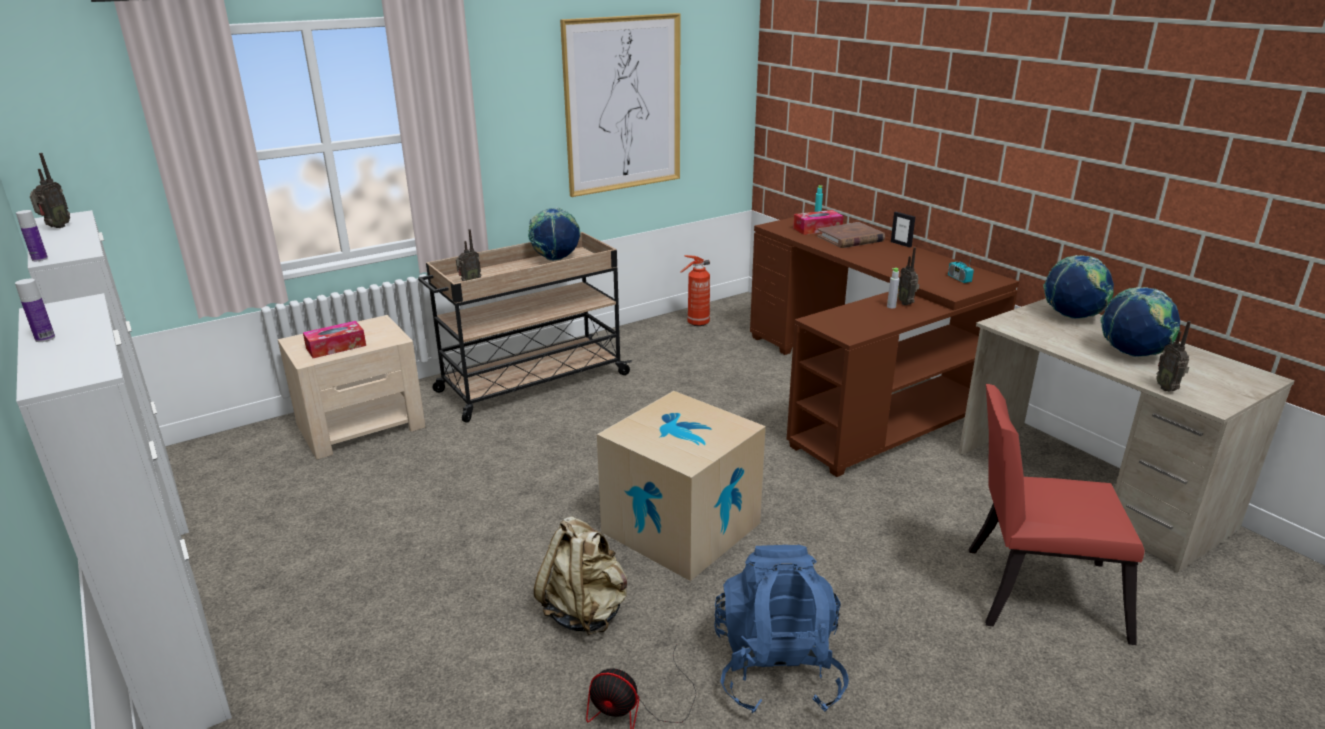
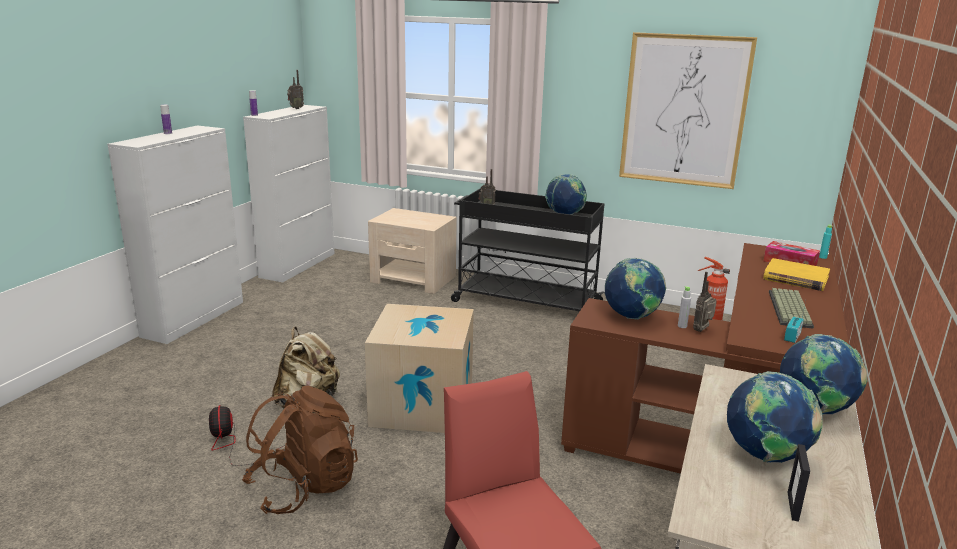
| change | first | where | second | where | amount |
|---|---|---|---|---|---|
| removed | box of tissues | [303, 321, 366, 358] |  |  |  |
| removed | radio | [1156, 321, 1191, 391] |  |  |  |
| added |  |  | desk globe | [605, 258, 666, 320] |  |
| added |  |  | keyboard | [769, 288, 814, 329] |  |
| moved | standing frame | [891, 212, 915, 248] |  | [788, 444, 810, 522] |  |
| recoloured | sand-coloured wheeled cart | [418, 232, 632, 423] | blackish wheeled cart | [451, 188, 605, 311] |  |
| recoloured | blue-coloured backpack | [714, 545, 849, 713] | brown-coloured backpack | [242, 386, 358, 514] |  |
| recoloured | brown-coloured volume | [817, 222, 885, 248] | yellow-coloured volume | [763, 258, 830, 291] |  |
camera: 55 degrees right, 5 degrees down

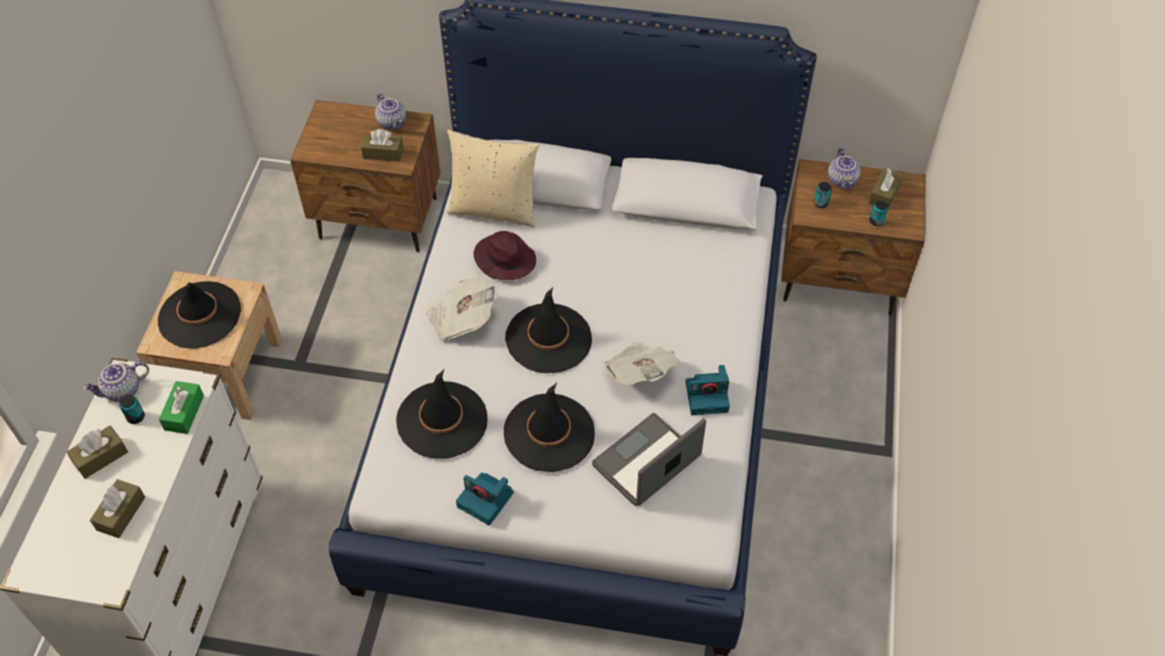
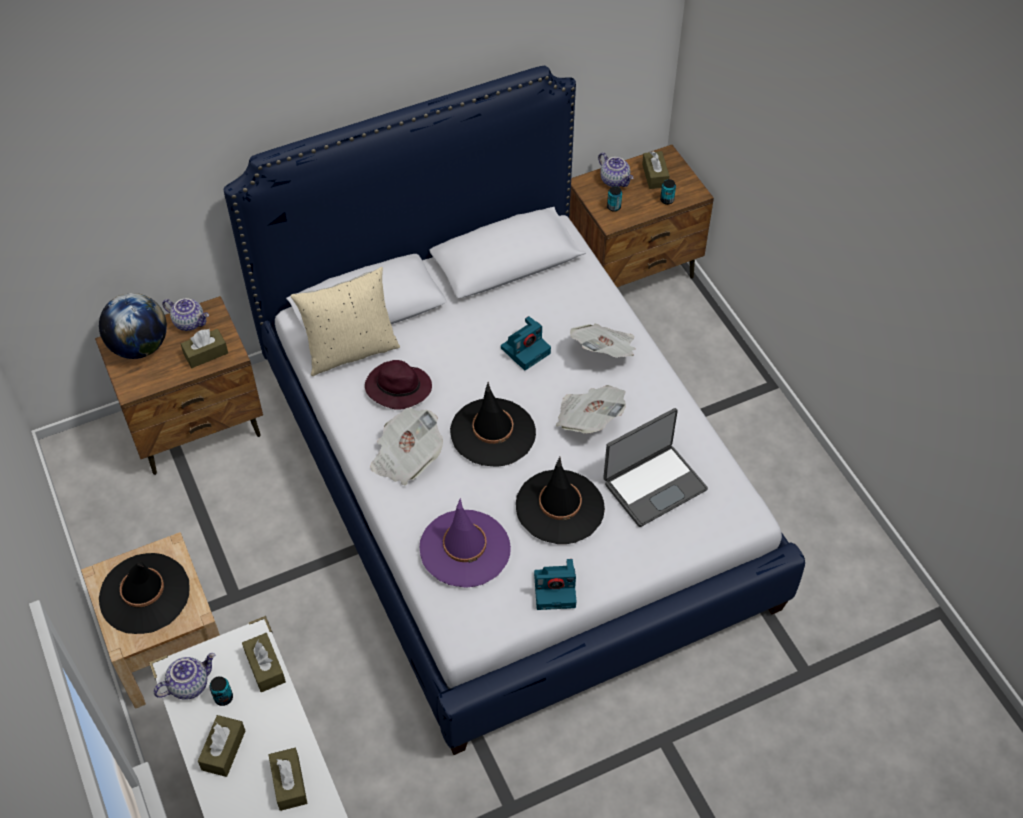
| change | first | where | second | where | amount |
|---|---|---|---|---|---|
| added |  |  | desk globe | [99, 293, 167, 359] |  |
| added |  |  | printed paper | [570, 323, 635, 358] |  |
| moved | photo camera | [686, 365, 730, 415] |  | [501, 316, 551, 370] |  |
| recoloured | green box of tissues | [159, 381, 204, 434] | brown-coloured box of tissues | [242, 633, 286, 692] |  |
| recoloured | blackish clothing hat | [396, 370, 488, 459] | purplish clothing hat | [420, 498, 511, 588] |  |
| turned | pot for tea | [82, 362, 149, 402] |  | [154, 653, 215, 700] | 150 degrees counterclockwise |
| turned | notebook computer | [592, 413, 706, 506] |  | [603, 408, 708, 527] | 135 degrees counterclockwise |
camera: 35 degrees left, 0 degrees up

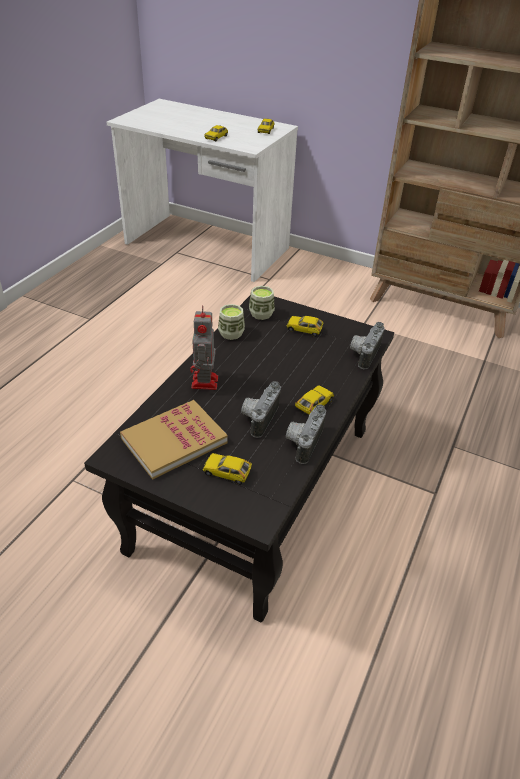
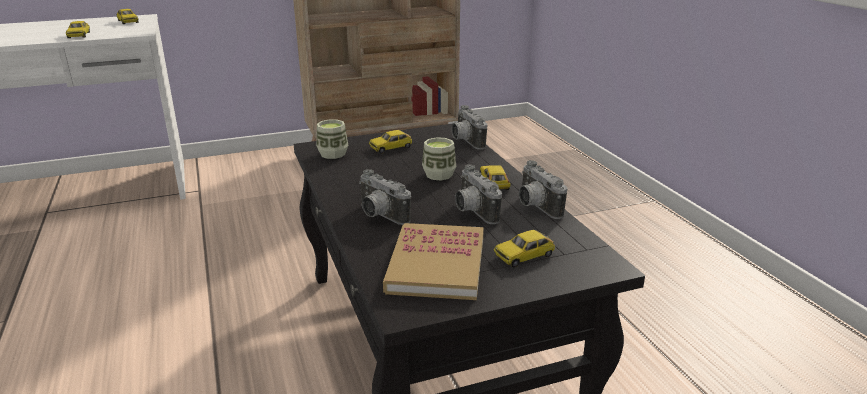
| change | first | where | second | where | amount |
|---|---|---|---|---|---|
| moved | drinking cup | [218, 304, 245, 340] |  | [422, 137, 456, 180] |  |
| replaced | toy robot | [190, 305, 218, 390] | photo camera | [359, 169, 411, 225] |  |
camera: 45 degrees left, 15 degrees down

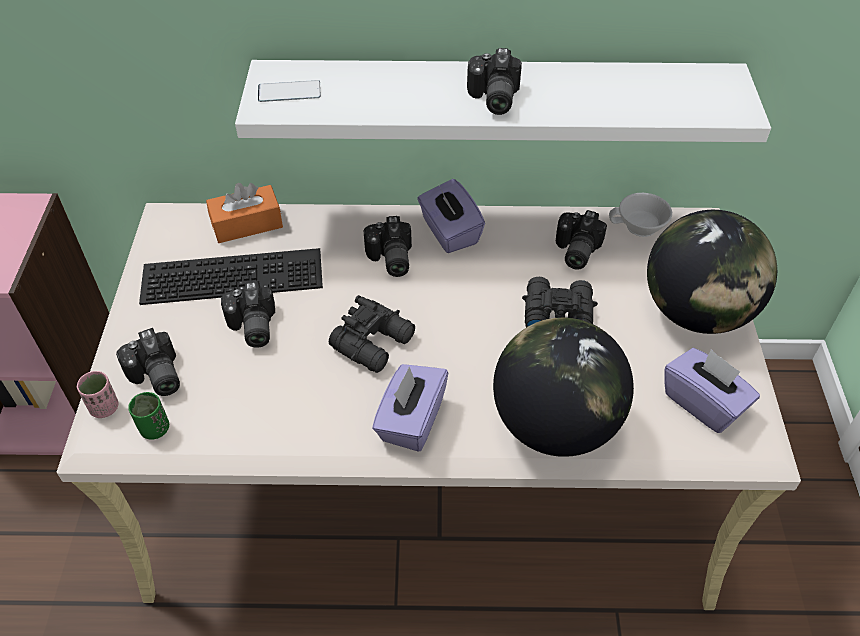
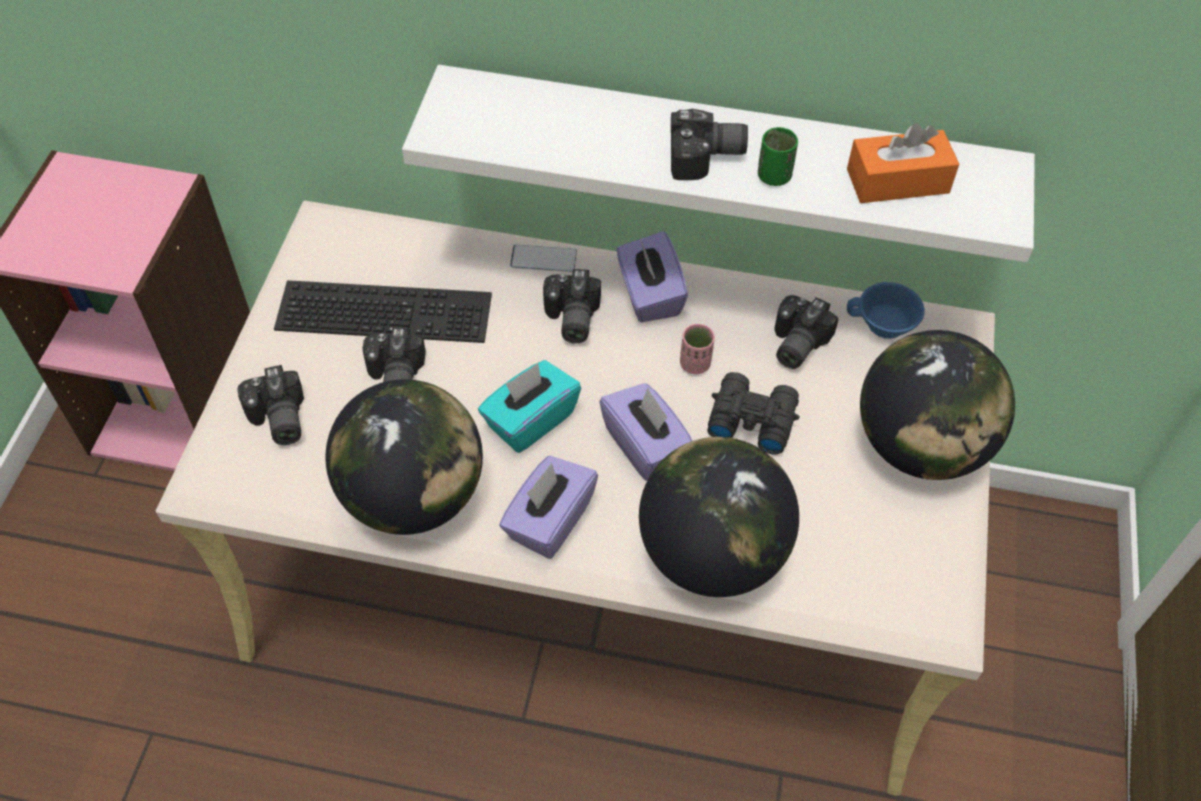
| change | first | where | second | where | amount |
|---|---|---|---|---|---|
| added |  |  | desk globe | [326, 379, 483, 535] |  |
| moved | pink drinking cup | [76, 371, 119, 418] |  | [680, 324, 715, 374] |  |
| moved | green drinking cup | [128, 392, 169, 440] |  | [758, 127, 798, 186] |  |
| moved | orange-coloured box of tissues | [206, 183, 283, 243] |  | [847, 123, 959, 203] |  |
| moved | telephone | [258, 80, 321, 102] |  | [510, 245, 577, 272] |  |
| moved | purplish box of tissues | [664, 348, 760, 433] |  | [599, 383, 693, 481] |  |
| replaced | blackish binoculars | [329, 295, 415, 373] | turquoise box of tissues | [478, 360, 581, 453] |  |
| recoloured | white-coloured drinking cup | [609, 193, 672, 237] | blue-coloured drinking cup | [847, 282, 924, 339] |  |
| turned | photo camera | [467, 48, 522, 115] |  | [671, 109, 748, 180] | 105 degrees counterclockwise |
camera: 10 degrees right, 5 degrees up

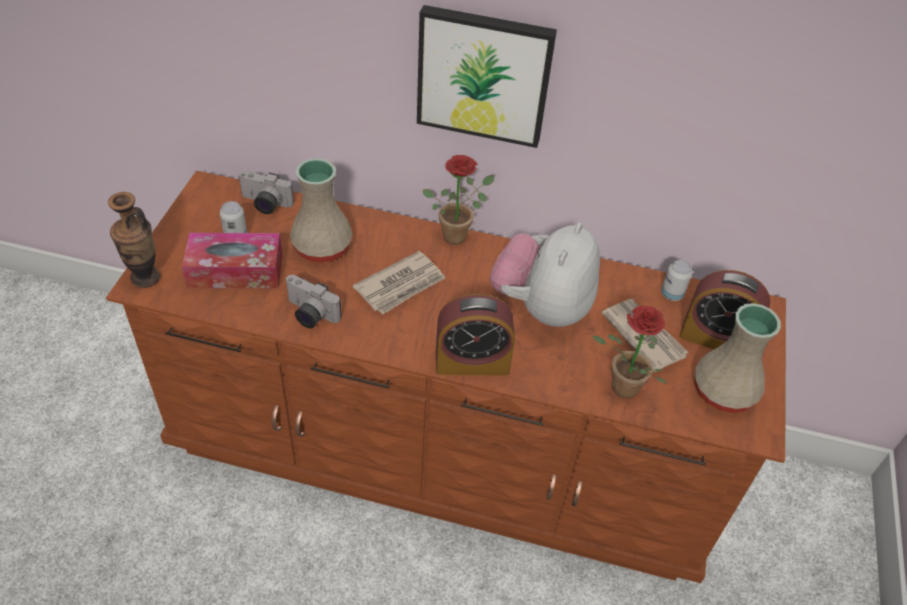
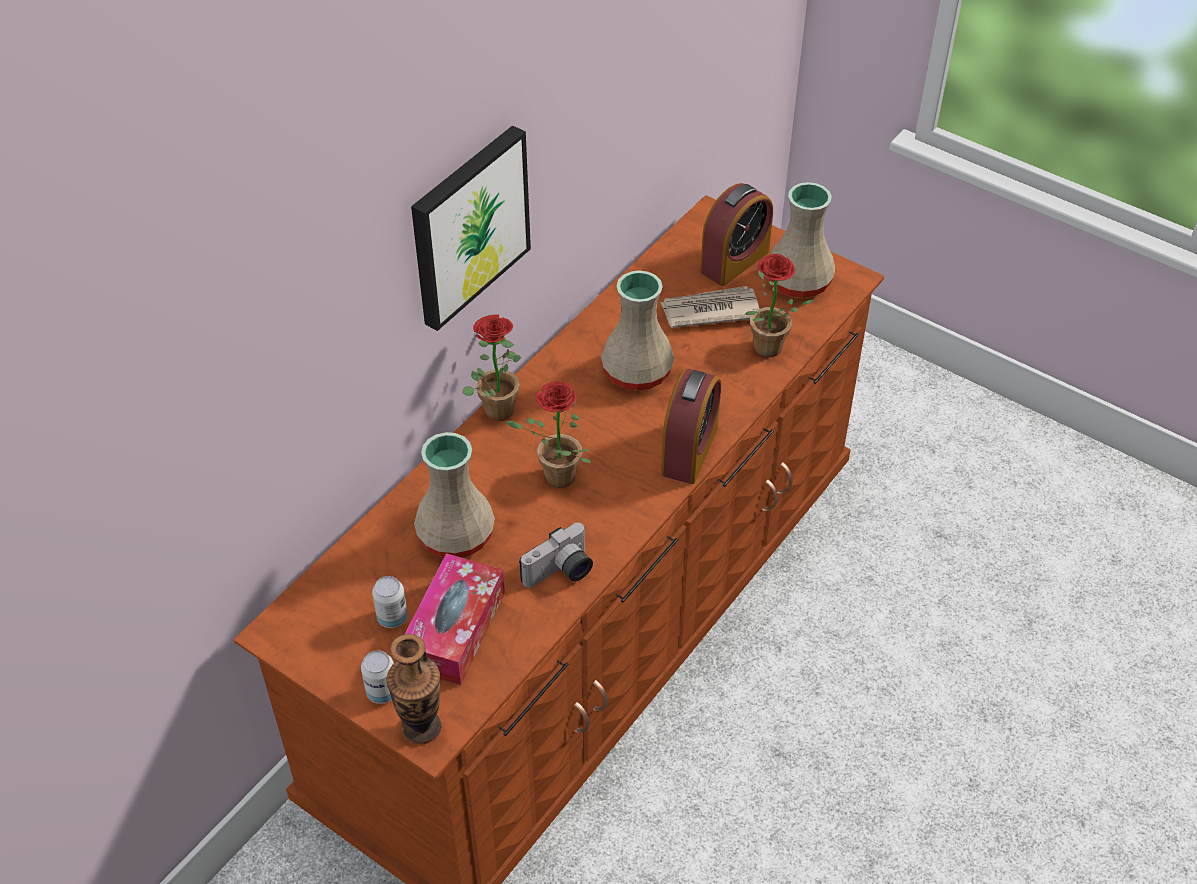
| change | first | where | second | where | amount |
|---|---|---|---|---|---|
| removed | photo camera | [237, 171, 294, 214] |  |  |  |
| moved | metal can | [661, 260, 692, 301] |  | [361, 650, 394, 704] |  |
| replaced | printed paper | [353, 251, 445, 314] | plant in a pot | [506, 381, 591, 488] |  |
| replaced | soft toy | [490, 222, 600, 327] | sand-coloured decorative vase | [601, 270, 674, 391] |  |
camera: 65 degrees left, 0 degrees up

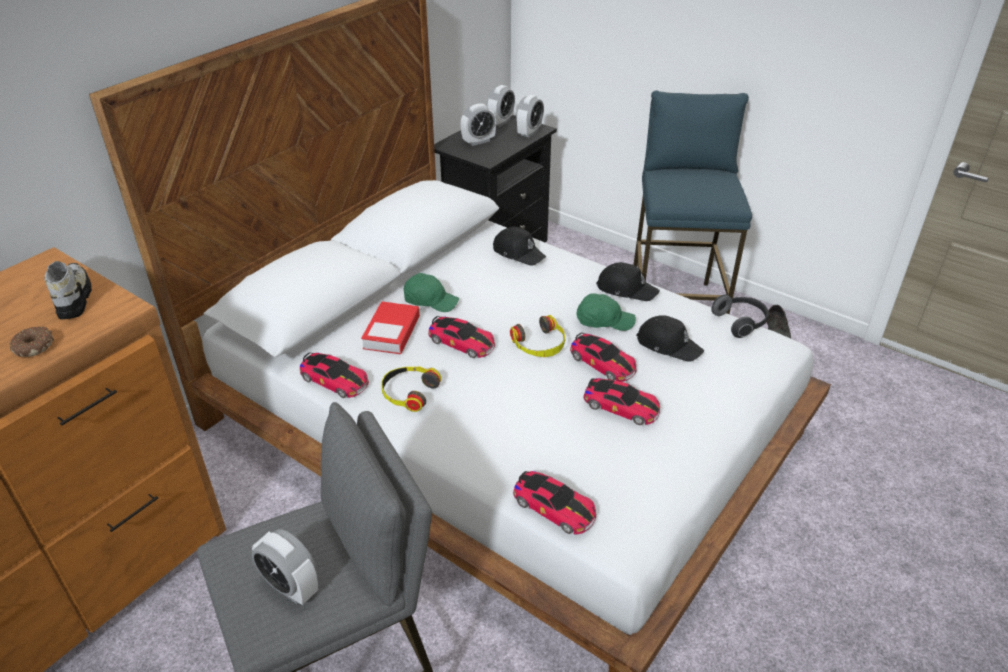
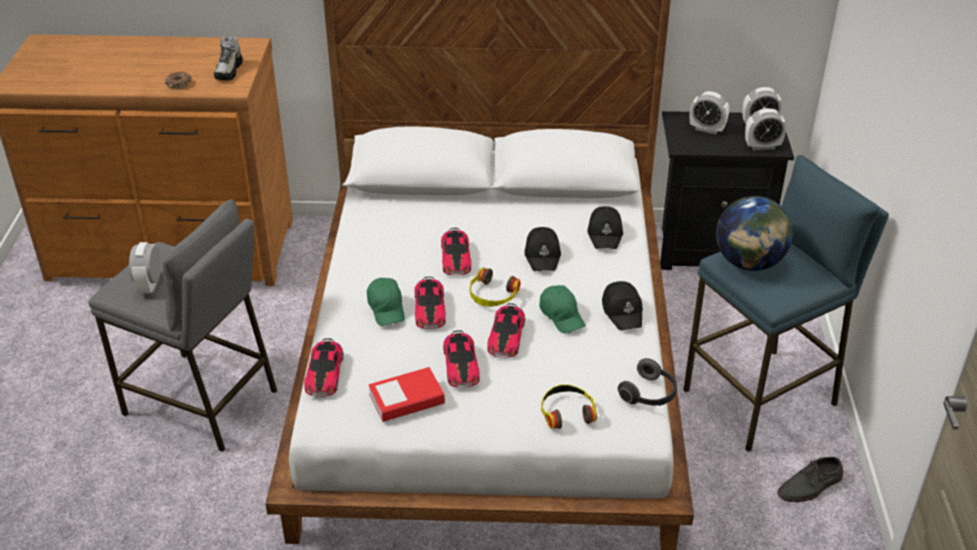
| change | first | where | second | where | amount |
|---|---|---|---|---|---|
| added |  |  | desk globe | [716, 196, 793, 271] |  |
| moved | miniature car | [300, 353, 369, 398] |  | [414, 277, 446, 329] |  |
| moved | volume | [361, 301, 420, 354] |  | [368, 367, 445, 422] |  |
| moved | pair of headphones | [381, 367, 441, 412] |  | [541, 384, 597, 429] |  |
| moved | green cap | [403, 273, 459, 312] |  | [367, 278, 405, 326] |  |
| moved | blackish cap | [636, 315, 704, 362] |  | [525, 227, 561, 271] |  |
| turned | shoe | [44, 261, 92, 319] |  | [214, 36, 243, 81] | 150 degrees clockwise |
camera: 55 degrees right, 0 degrees up

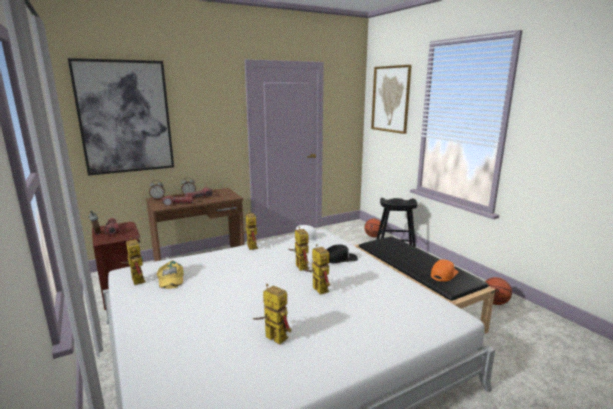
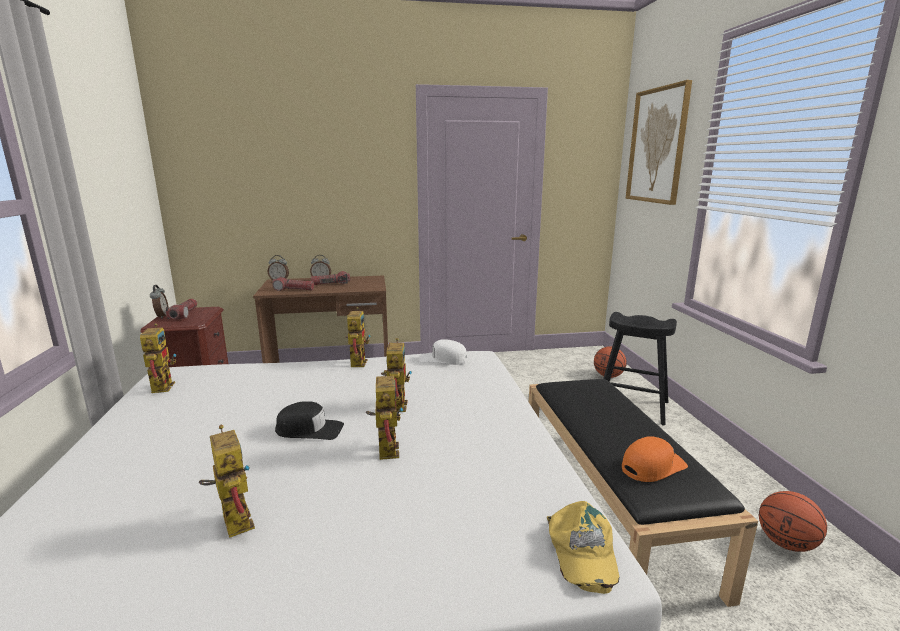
| change | first | where | second | where | amount |
|---|---|---|---|---|---|
| removed | picture | [68, 58, 174, 176] |  |  |  |
| moved | yellow-coloured cap | [156, 260, 184, 289] |  | [547, 501, 620, 594] |  |
| moved | blackish cap | [327, 244, 358, 263] |  | [275, 401, 344, 440] |  |
camera: 20 degrees right, 0 degrees up

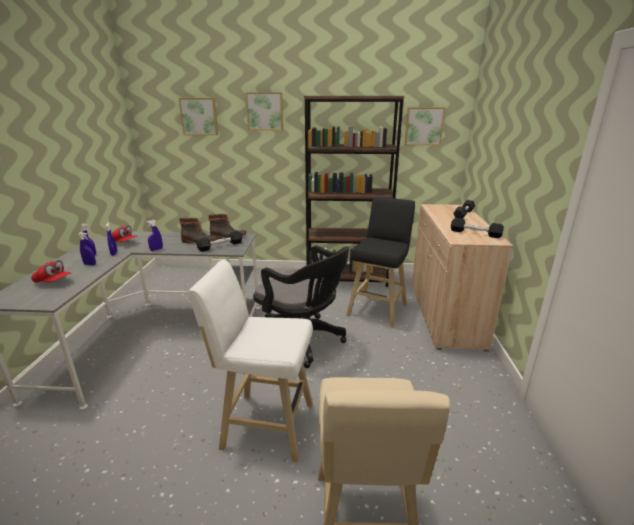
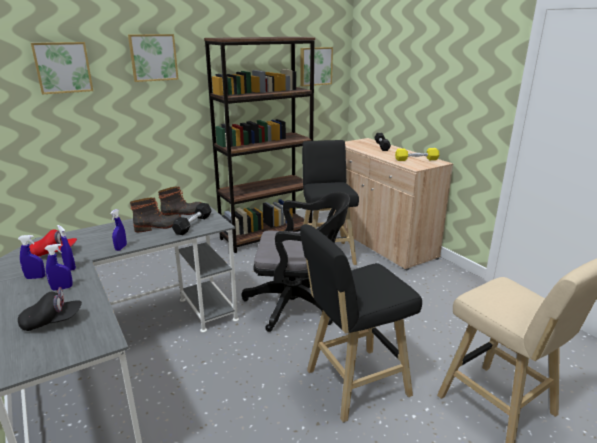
| change | first | where | second | where | amount |
|---|---|---|---|---|---|
| recoloured | red-coloured cap | [31, 260, 71, 283] | blackish cap | [18, 287, 82, 331] |  |
| recoloured | white-coloured stool seat | [188, 260, 313, 463] | blackish stool seat | [300, 224, 422, 423] |  |
| recoloured | blackish hand weight | [451, 218, 504, 238] | yellow-coloured hand weight | [395, 148, 439, 161] |  |
camera: 35 degrees left, 0 degrees up

